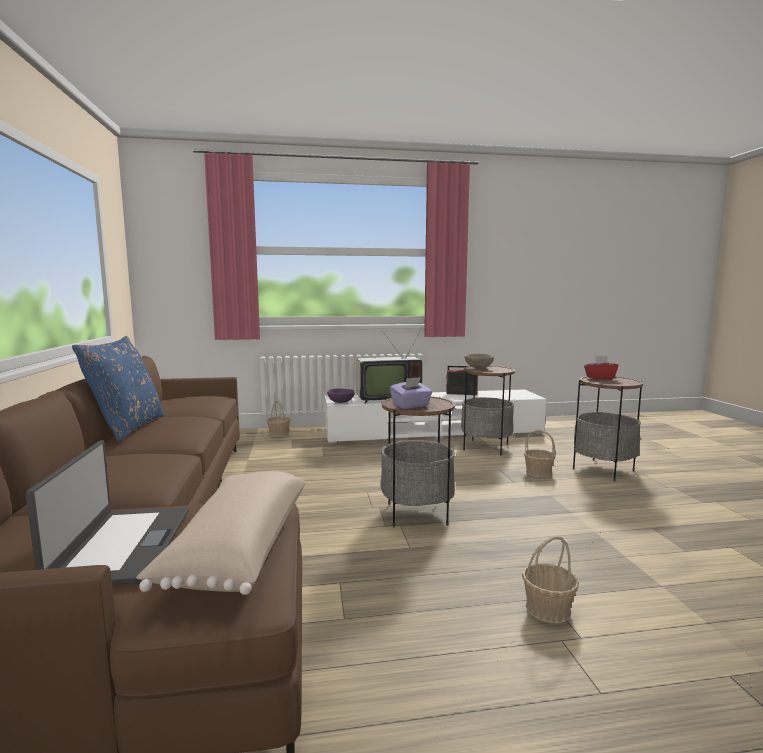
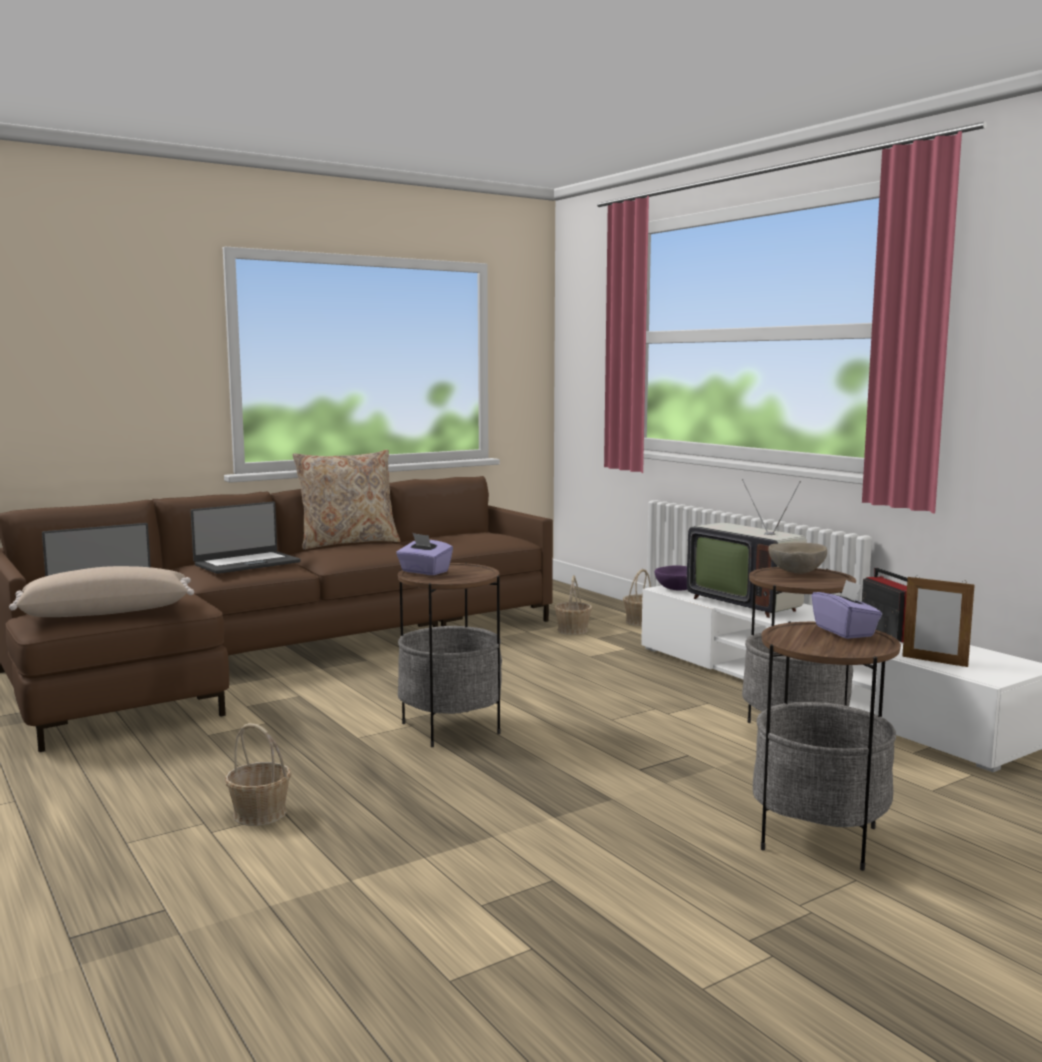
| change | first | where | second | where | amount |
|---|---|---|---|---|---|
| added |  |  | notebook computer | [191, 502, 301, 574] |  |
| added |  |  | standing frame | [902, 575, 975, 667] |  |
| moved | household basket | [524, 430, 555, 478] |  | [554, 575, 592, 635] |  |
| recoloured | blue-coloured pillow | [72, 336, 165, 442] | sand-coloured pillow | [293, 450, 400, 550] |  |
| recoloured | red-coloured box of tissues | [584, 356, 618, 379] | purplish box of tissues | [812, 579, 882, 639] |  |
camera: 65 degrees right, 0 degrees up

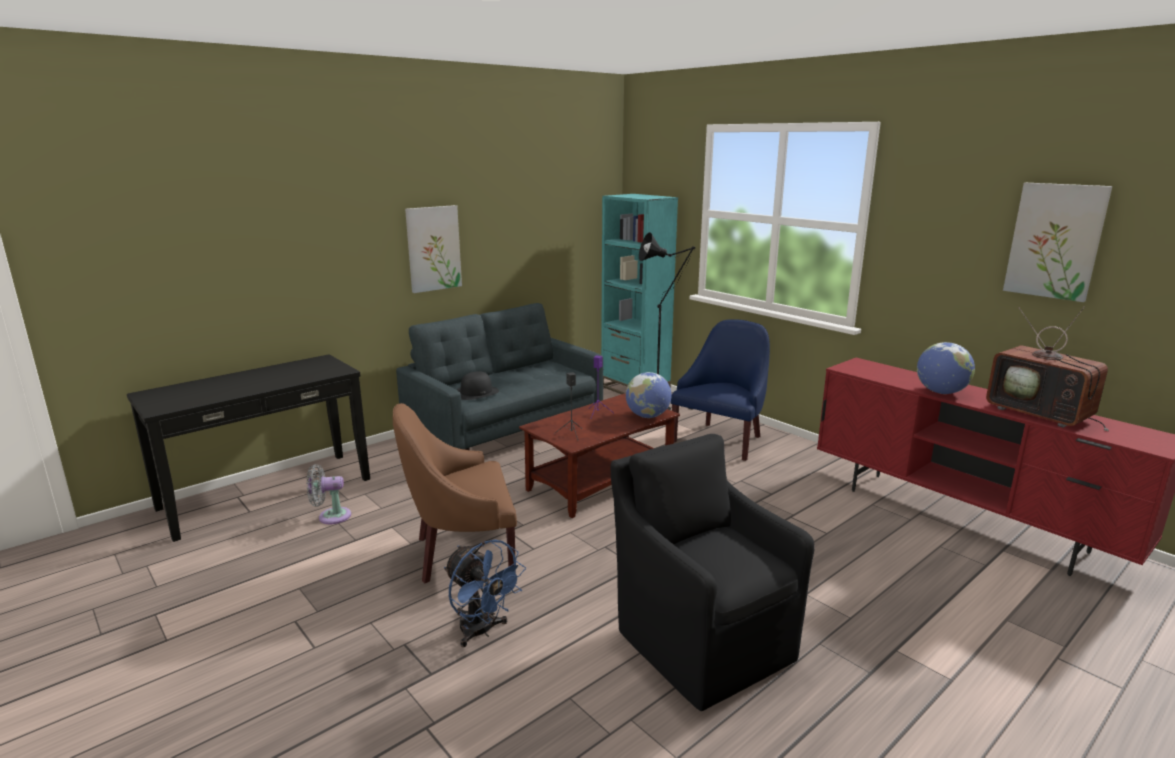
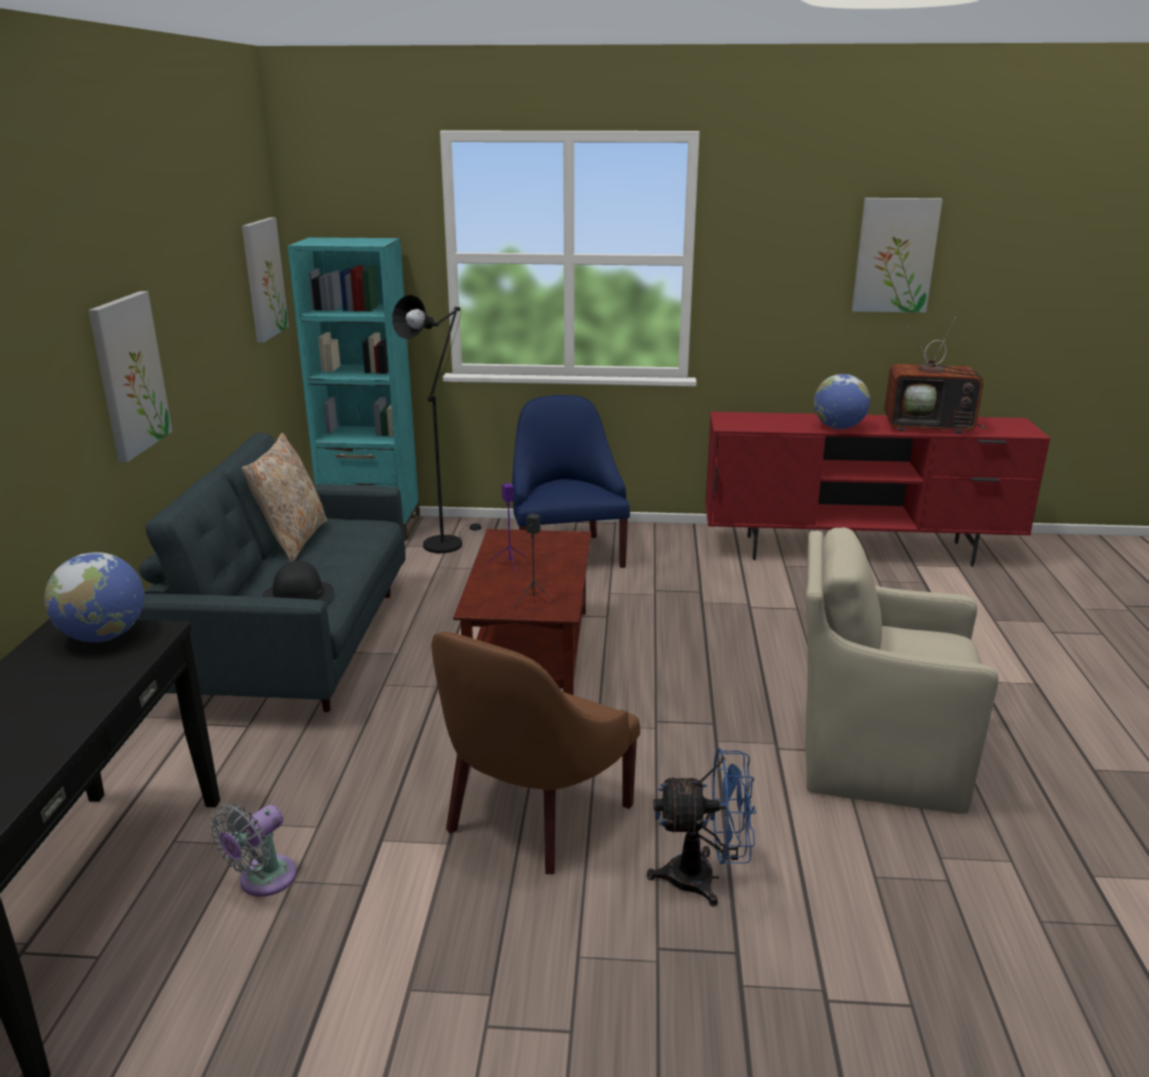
| change | first | where | second | where | amount |
|---|---|---|---|---|---|
| added |  |  | picture | [242, 217, 289, 343] |  |
| added |  |  | sand-coloured pillow | [242, 433, 327, 562] |  |
| moved | desk globe | [626, 372, 672, 418] |  | [44, 552, 144, 642] |  |
| recoloured | blackish armchair | [611, 434, 815, 711] | sand-coloured armchair | [805, 527, 999, 814] |  |
camera: 45 degrees left, 5 degrees up

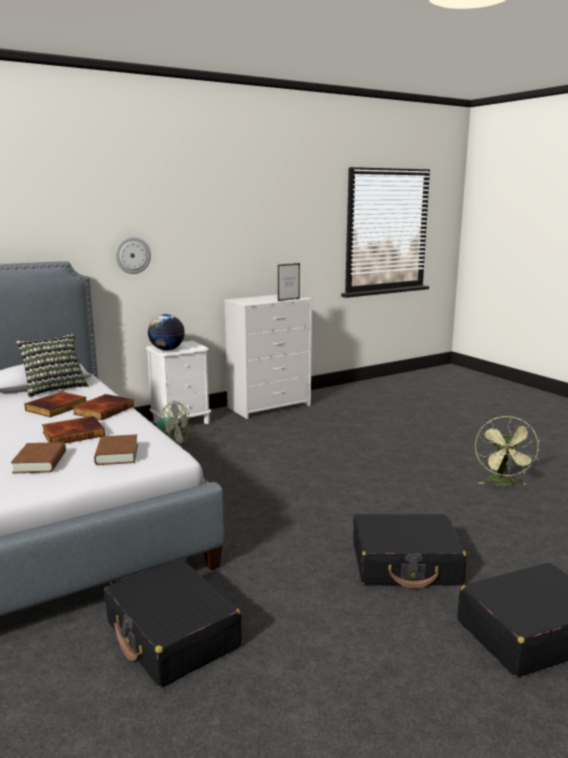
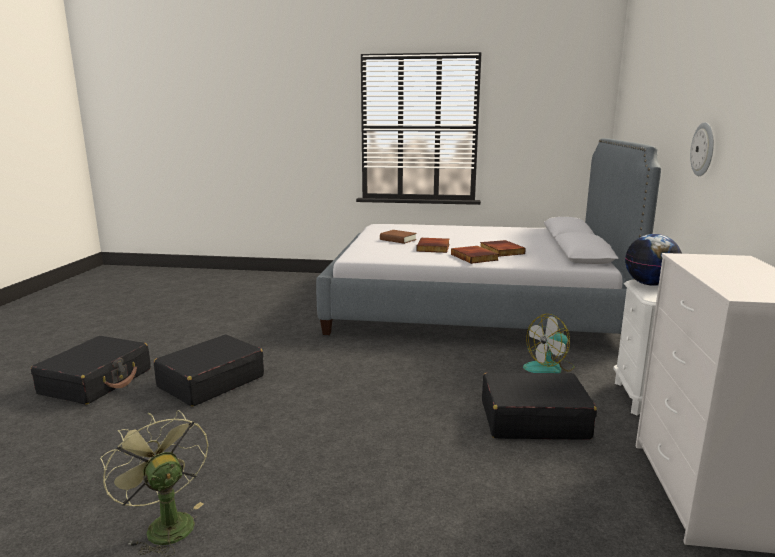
| change | first | where | second | where | amount |
|---|---|---|---|---|---|
| removed | pillow | [16, 333, 89, 397] |  |  |  |
| removed | brown-coloured volume | [94, 434, 138, 465] |  |  |  |
| removed | standing frame | [278, 263, 300, 301] |  |  |  |
| moved | blackish piece of luggage | [104, 558, 242, 687] |  | [482, 373, 597, 439] |  |
camera: 130 degrees right, 0 degrees up

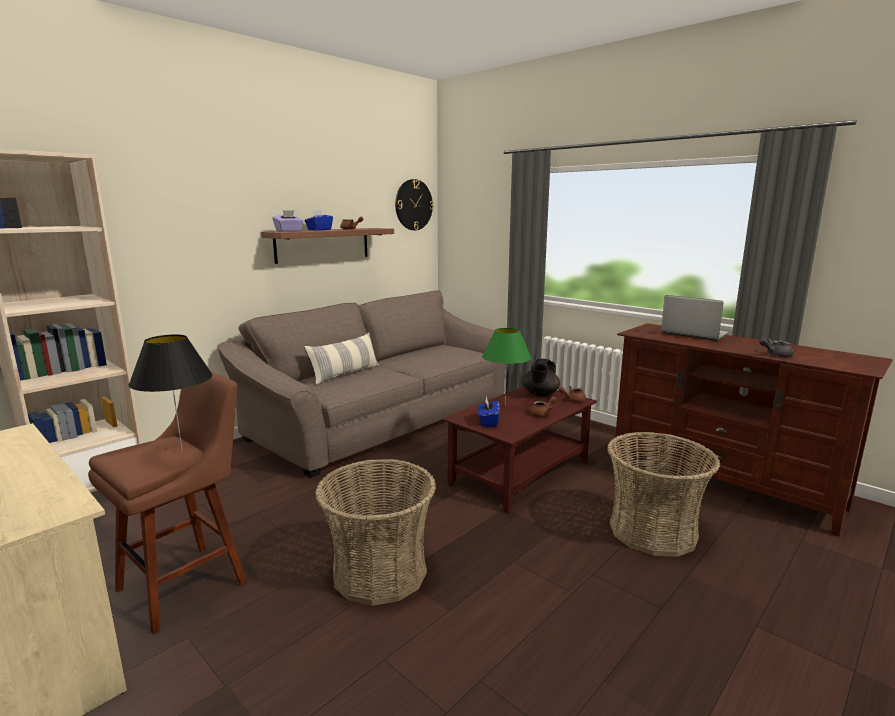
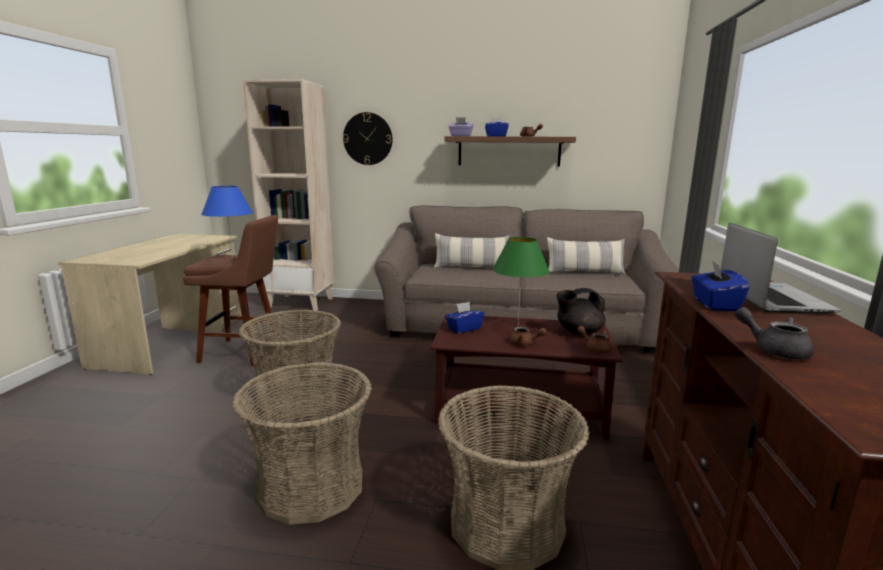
| change | first | where | second | where | amount |
|---|---|---|---|---|---|
| added |  |  | household basket | [232, 362, 372, 525] |  |
| added |  |  | pillow | [547, 237, 626, 274] |  |
| added |  |  | blue-coloured box of tissues | [691, 260, 750, 311] |  |
| moved | clock on the wall | [395, 179, 434, 230] |  | [343, 112, 393, 165] |  |
| recoloured | blackish tabletop lamp | [128, 334, 213, 452] | blue-coloured tabletop lamp | [201, 186, 253, 261] |  |
camera: 55 degrees right, 0 degrees up

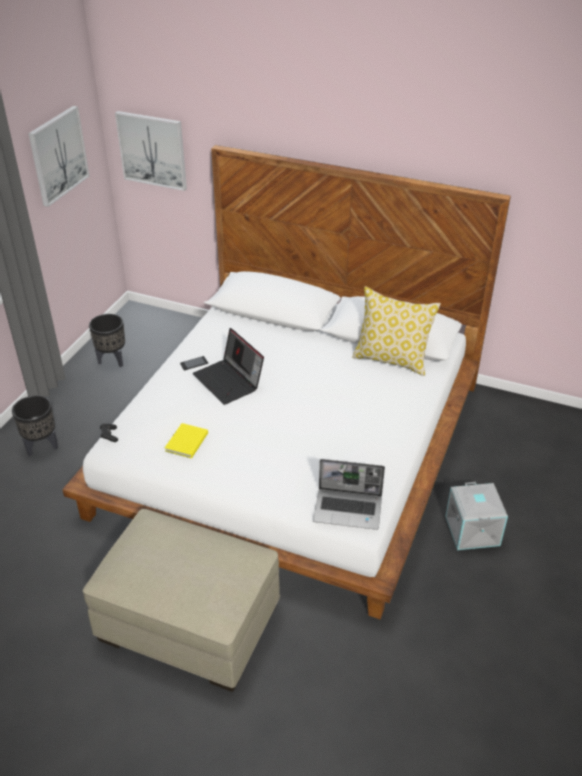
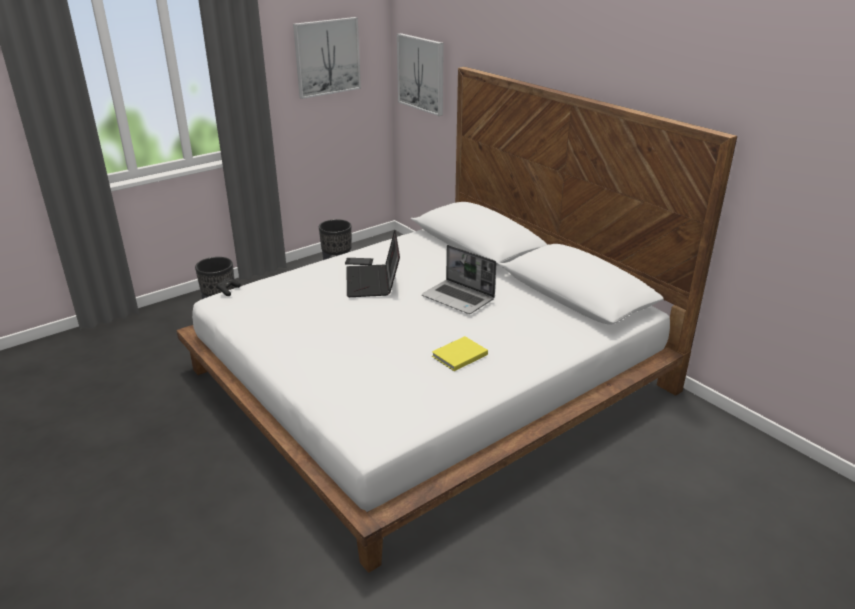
| change | first | where | second | where | amount |
|---|---|---|---|---|---|
| removed | sand-coloured ottoman | [83, 509, 280, 692] |  |  |  |
| removed | pillow | [352, 287, 441, 376] |  |  |  |
| removed | grey storage bin | [445, 482, 508, 550] |  |  |  |
| moved | yellow-coloured volume | [165, 423, 208, 458] |  | [432, 336, 488, 371] |  |
| moved | notebook computer | [313, 459, 385, 530] |  | [422, 245, 496, 314] |  |
camera: 30 degrees right, 10 degrees down

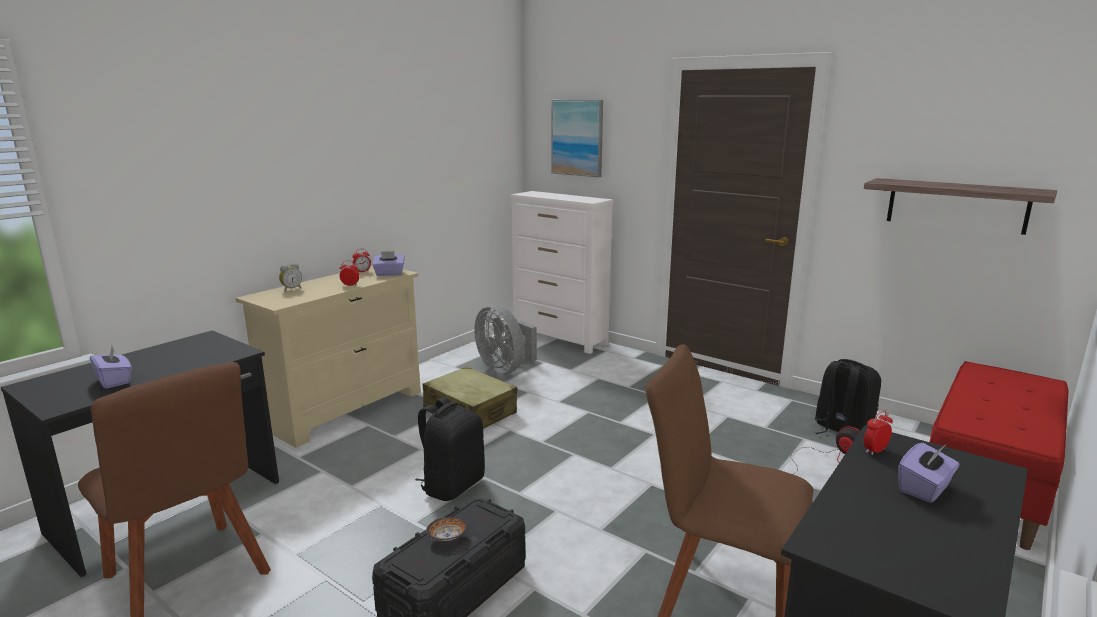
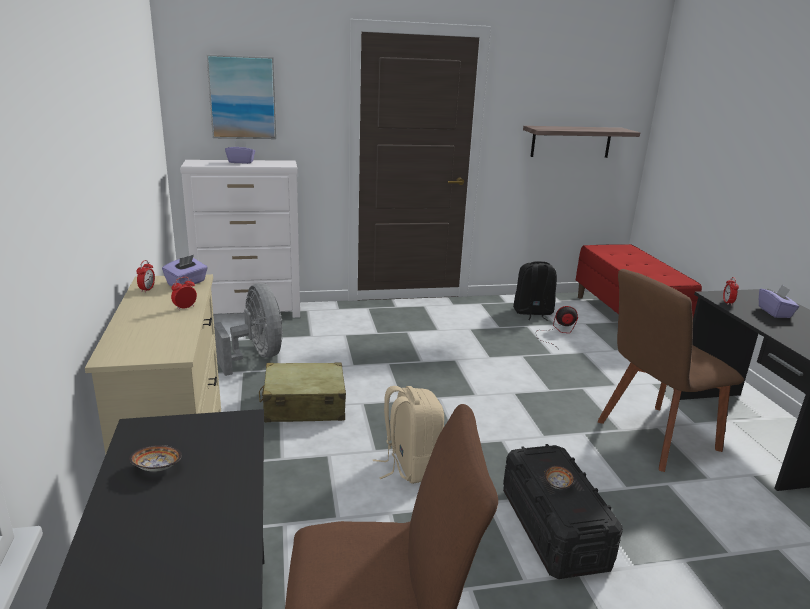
| change | first | where | second | where | amount |
|---|---|---|---|---|---|
| removed | table clock | [279, 263, 302, 291] |  |  |  |
| added |  |  | deep dish | [129, 445, 182, 472] |  |
| moved | purplish box of tissues | [90, 346, 132, 389] |  | [225, 140, 255, 164] |  |
| recoloured | blackish backpack | [415, 397, 485, 501] | sand-coloured backpack | [373, 386, 444, 484] |  |
| turned | grey cooling fan | [474, 305, 537, 374] |  | [214, 283, 283, 376] | 120 degrees counterclockwise |
camera: 50 degrees left, 5 degrees up

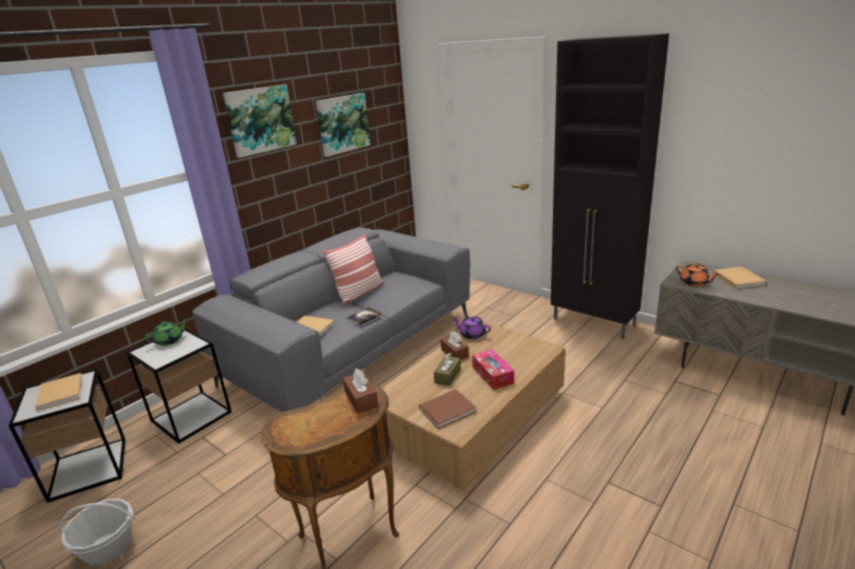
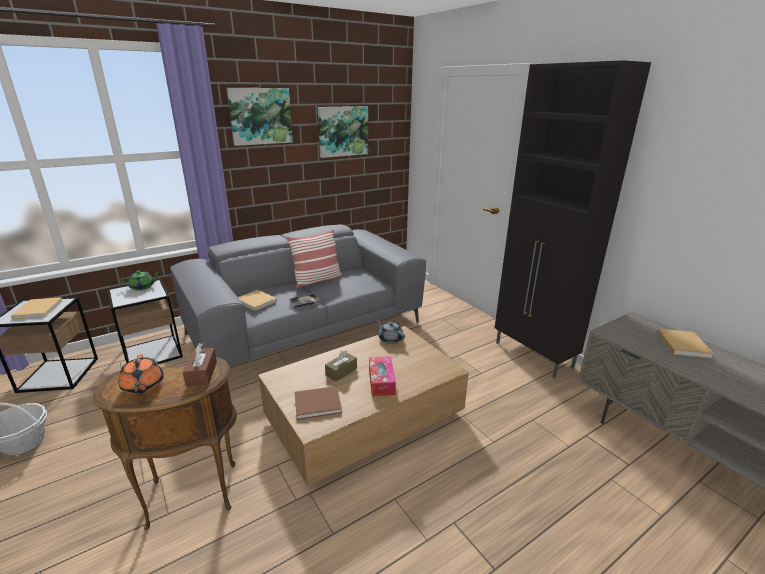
| change | first | where | second | where | amount |
|---|---|---|---|---|---|
| removed | brown-coloured box of tissues | [440, 331, 469, 360] |  |  |  |
| moved | orange-coloured pot for tea | [675, 263, 720, 287] |  | [119, 354, 164, 395] |  |
| recoloured | purplish pot for tea | [452, 316, 491, 340] | grey pot for tea | [376, 318, 405, 344] |  |
camera: 15 degrees right, 0 degrees up

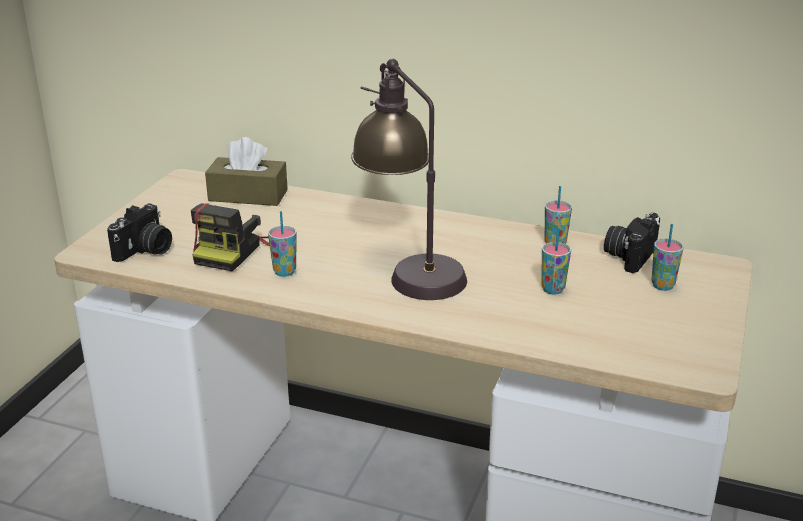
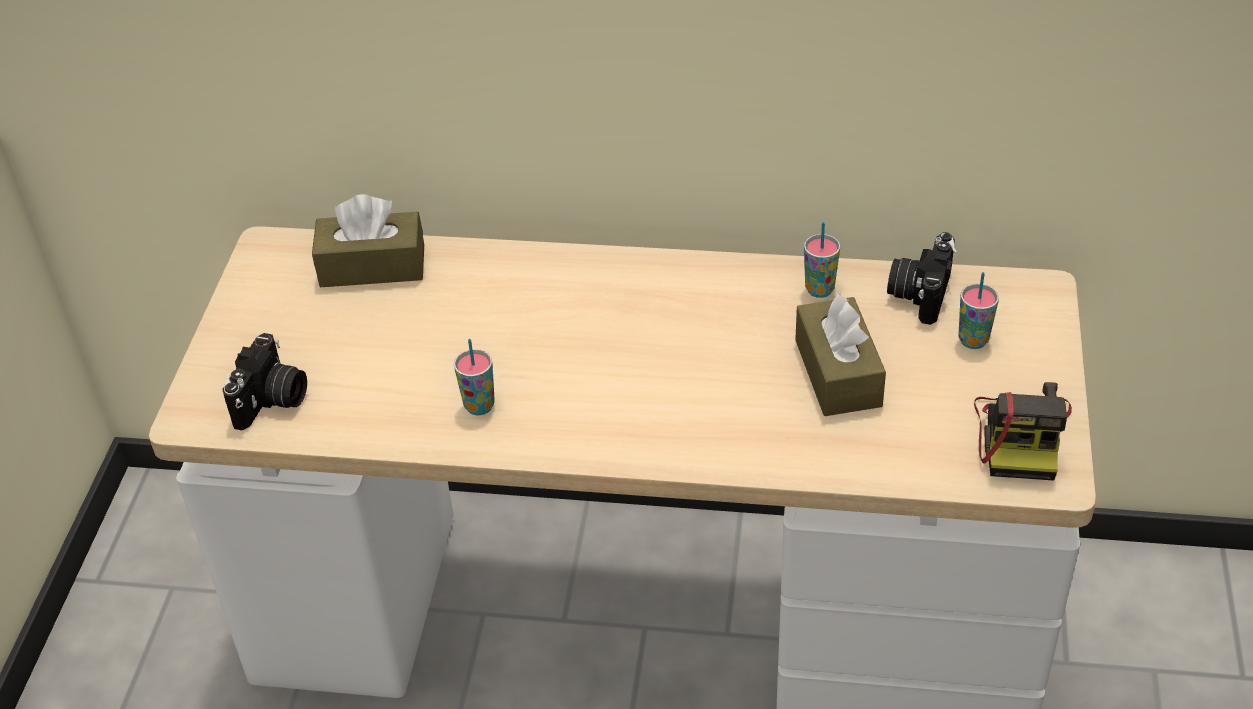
| change | first | where | second | where | amount |
|---|---|---|---|---|---|
| removed | tabletop lamp | [351, 59, 467, 300] |  |  |  |
| moved | photo camera | [191, 203, 270, 271] |  | [974, 382, 1072, 480] |  |
| replaced | drinking cup | [541, 227, 571, 295] | brown-coloured box of tissues | [795, 293, 886, 416] |  |
camera: 10 degrees left, 15 degrees up

